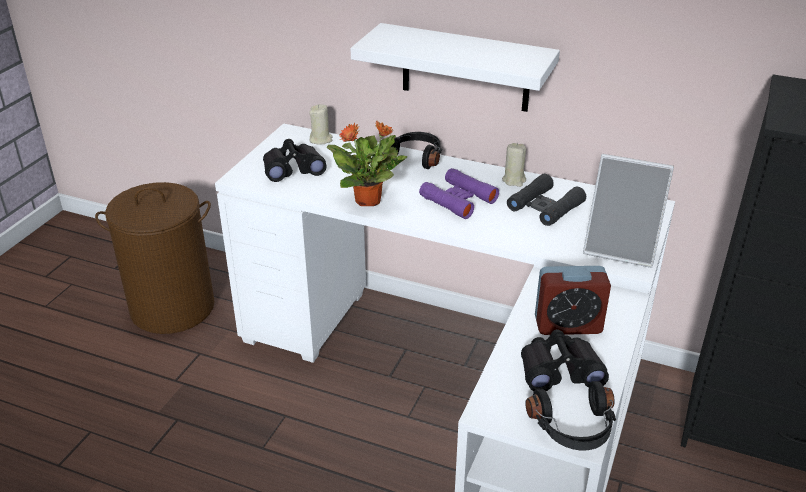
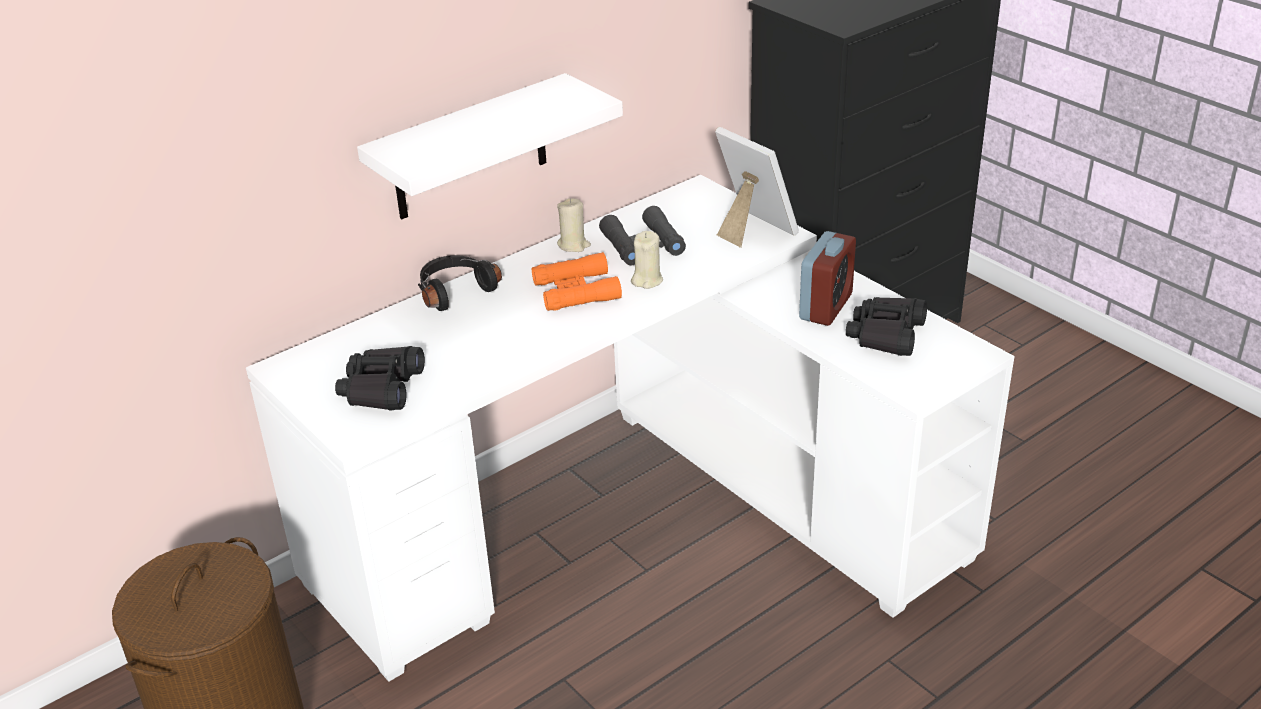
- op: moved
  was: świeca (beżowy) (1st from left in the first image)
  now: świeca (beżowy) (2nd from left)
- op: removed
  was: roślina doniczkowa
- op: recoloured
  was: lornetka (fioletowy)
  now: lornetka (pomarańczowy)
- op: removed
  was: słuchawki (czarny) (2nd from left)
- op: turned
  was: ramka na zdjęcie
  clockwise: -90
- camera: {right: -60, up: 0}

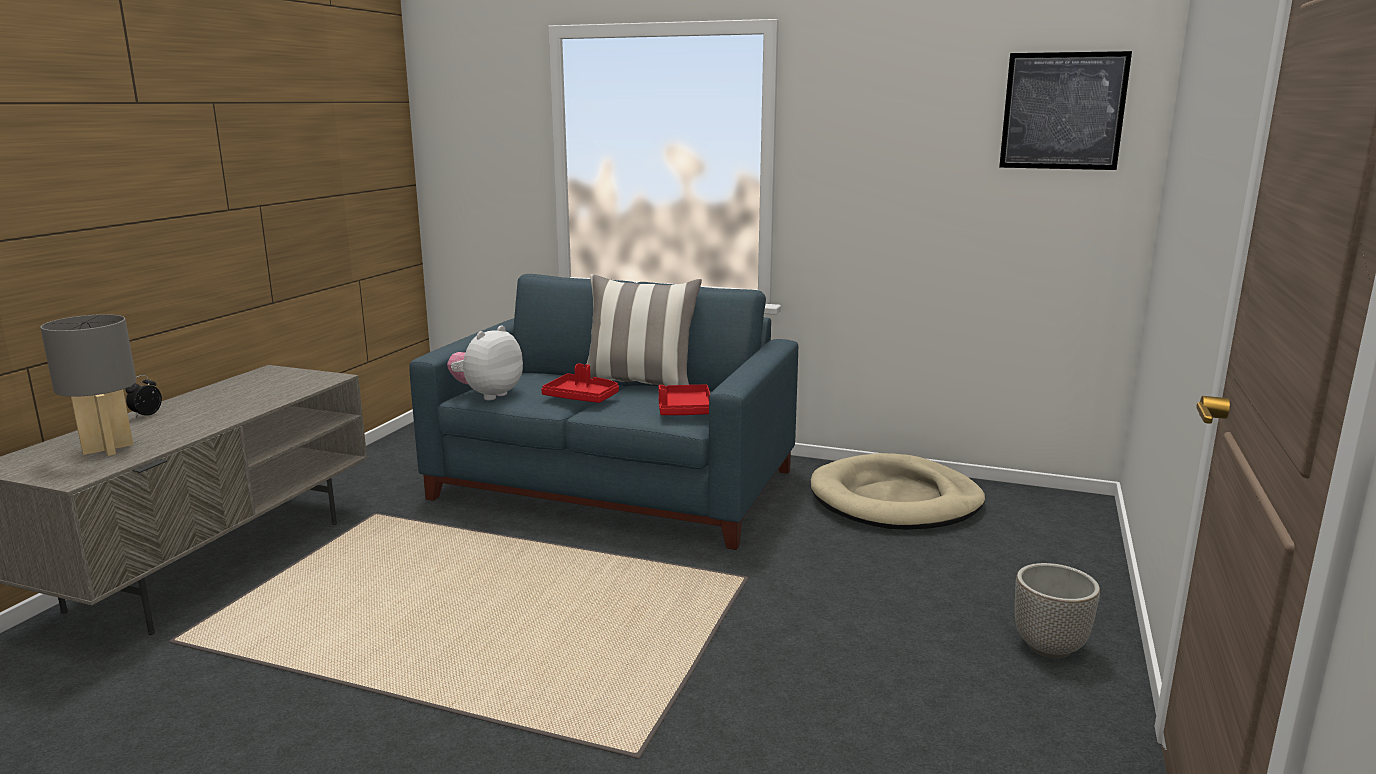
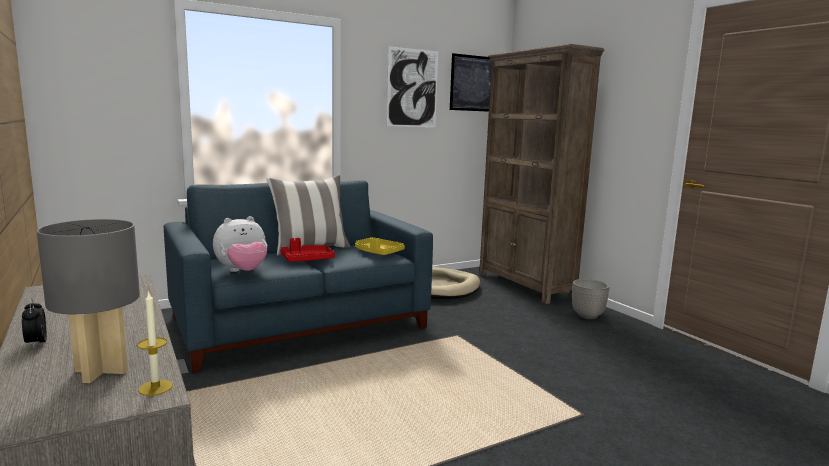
- op: turned
  was: pluszak
  clockwise: -105
- op: recoloured
  was: taca (czerwony) (2nd from left)
  now: taca (żółty)
- op: added
  now: świeca
- op: added
  now: obraz (1st from left)
- op: added
  now: regał (brązowy)
- camera: {right: -50, up: -5}

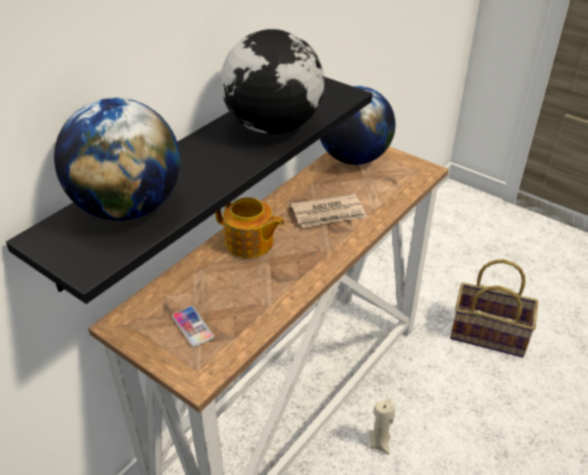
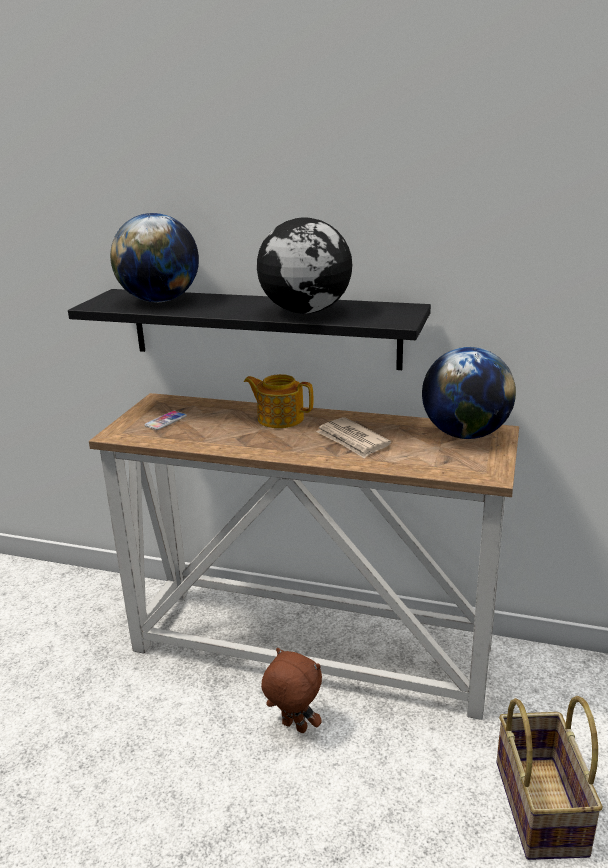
- op: turned
  was: imbryk
  clockwise: 105
- op: replaced
  was: świeca (beżowy)
  now: pluszak (brązowy)
- camera: {right: 70, up: -15}

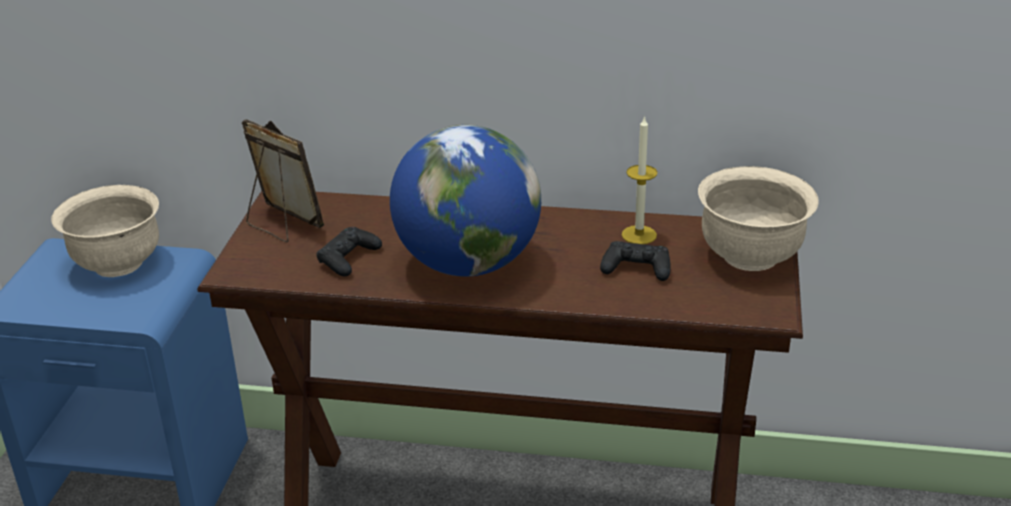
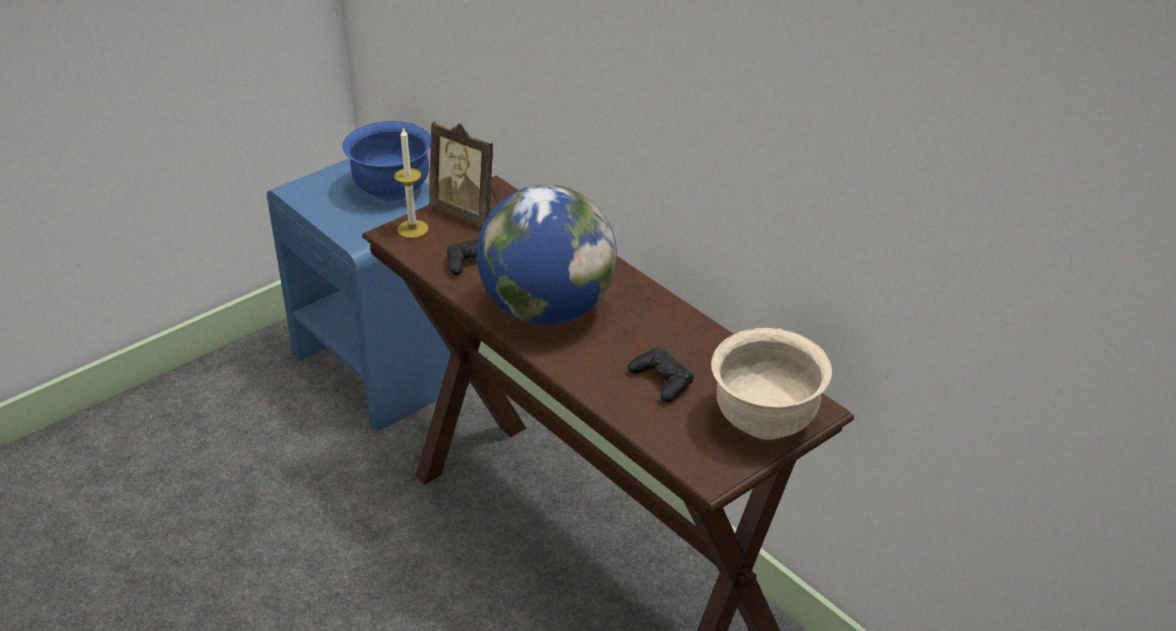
- op: recoloured
  was: miska (beżowy) (1st from left)
  now: miska (niebieski)
- op: turned
  was: ramka na zdjęcie
  clockwise: 135
- op: moved
  was: świeca
- camera: {right: 40, up: 5}

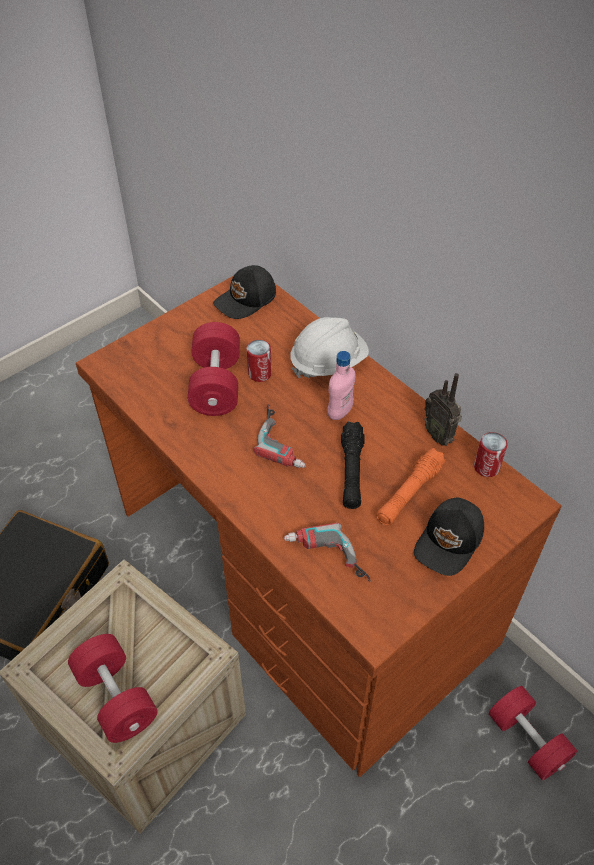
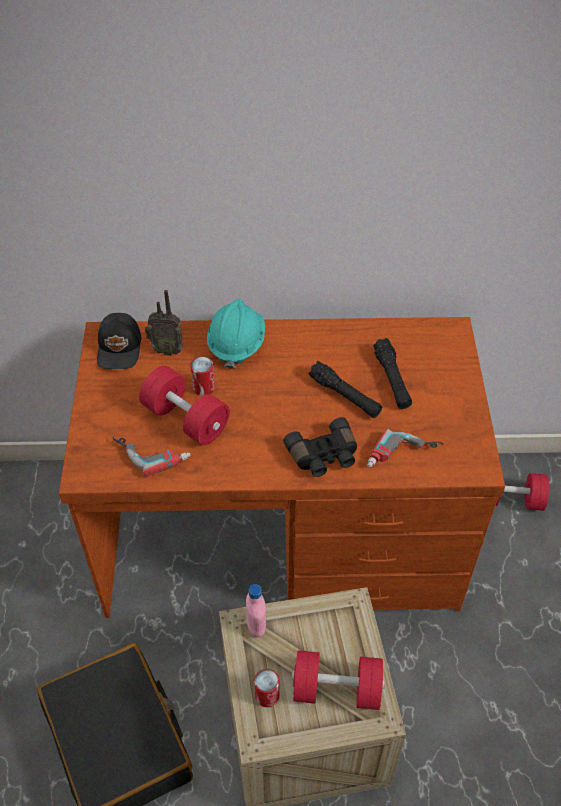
- op: moved
  was: wiertarka (1st from left)
- op: recoloured
  was: kask (biały)
  now: kask (turkusowy)
- op: moved
  was: butelka (różowy)
- op: recoloured
  was: latarka (pomarańczowy)
  now: latarka (czarny) (2nd from left)
- op: removed
  was: czapka z daszkiem (czarny) (2nd from left)
- op: moved
  was: radio
- op: moved
  was: puszka (2nd from left)
- op: added
  now: lornetka (czarny)
- camera: {right: -50, up: 0}

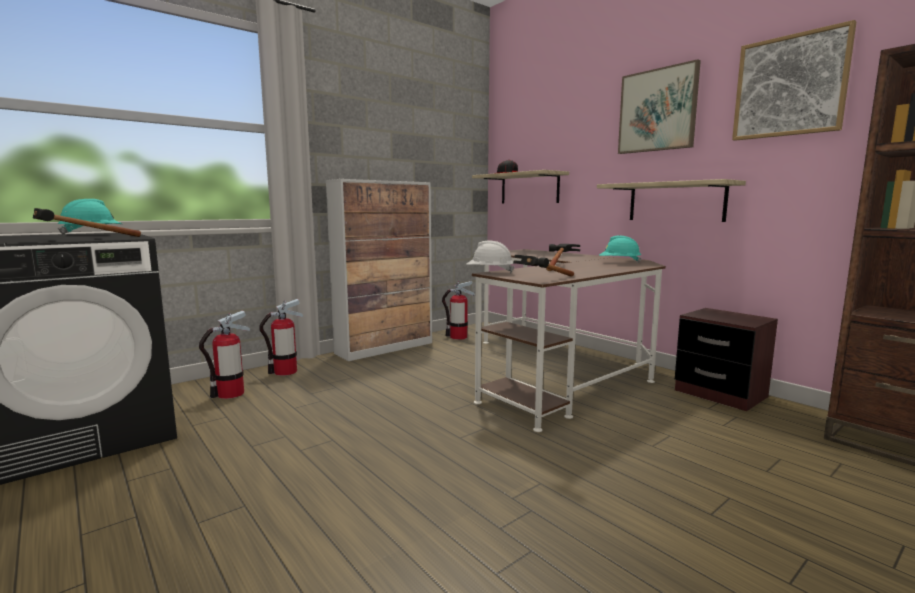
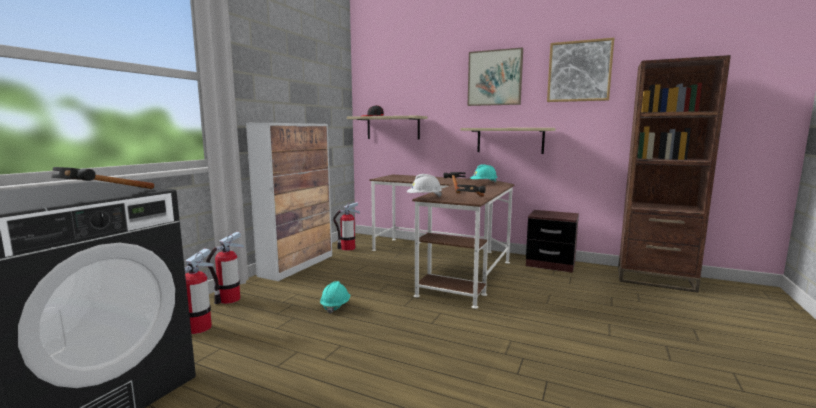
- op: moved
  was: kask (turkusowy) (1st from left)
- camera: {right: -25, up: 0}

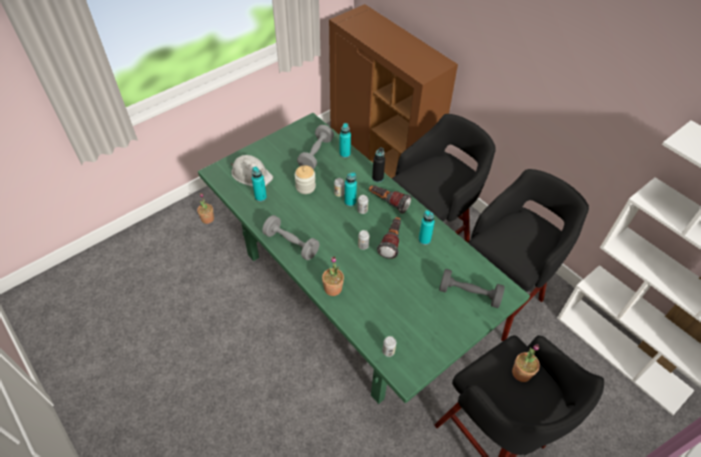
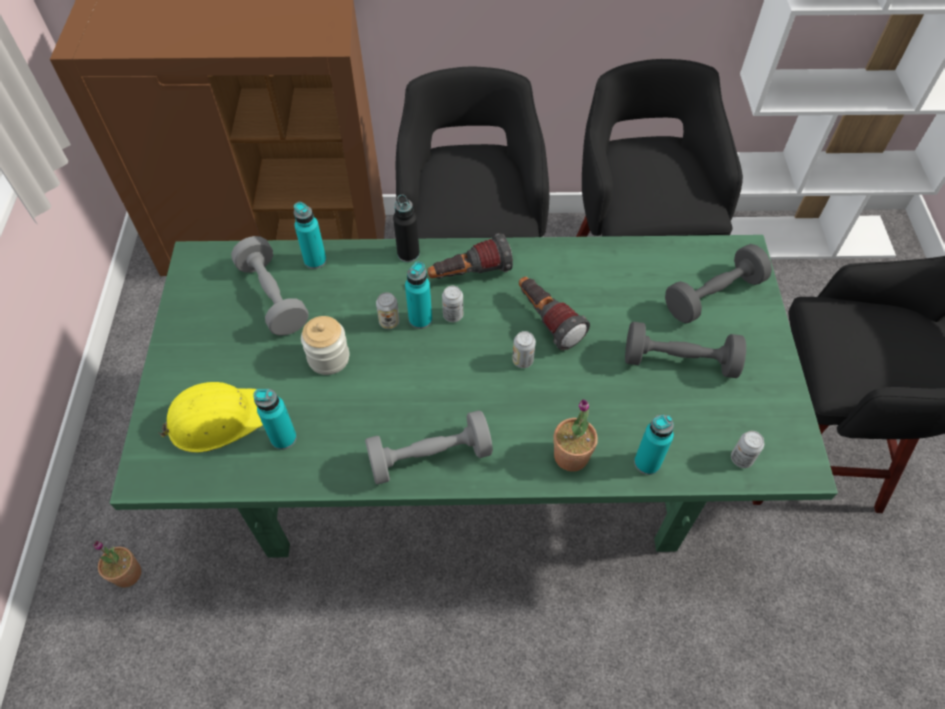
- op: recoloured
  was: kask (biały)
  now: kask (żółty)
- op: moved
  was: butelka (turkusowy) (4th from left)
- op: removed
  was: roślina doniczkowa (3rd from left)
- op: added
  now: hantel (szary) (3rd from left)
- camera: {right: -50, up: 5}

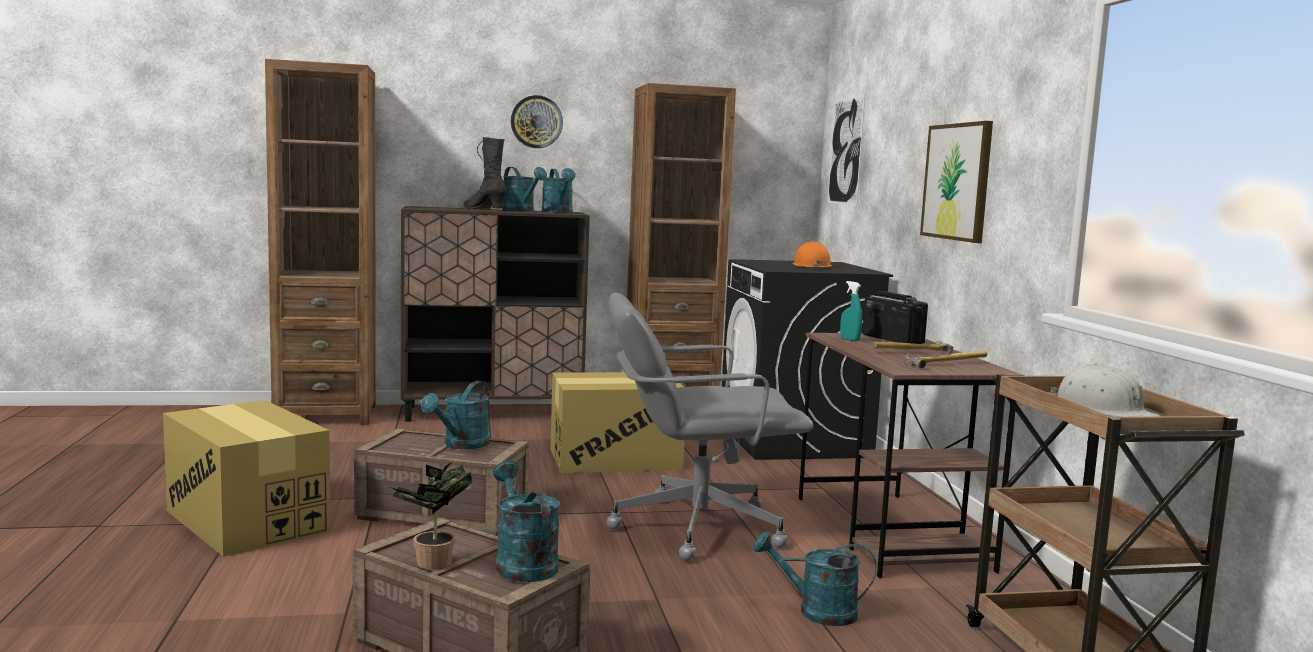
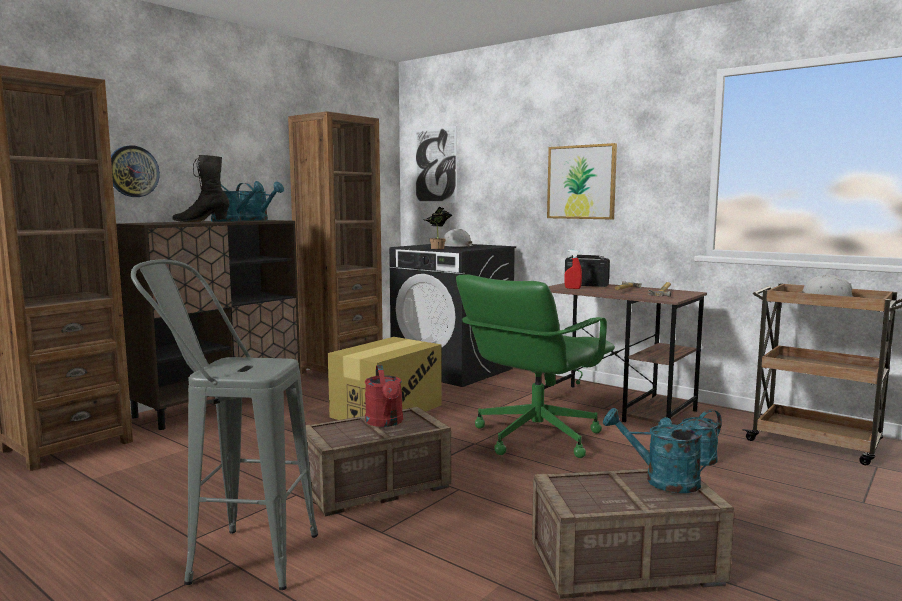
- op: replaced
  was: karton (1st from left)
  now: stołek (szary)
- op: moved
  was: roślina doniczkowa
- op: recoloured
  was: konewka (turkusowy) (1st from left)
  now: konewka (czerwony)
- op: moved
  was: zegar ścienny
- op: recoloured
  was: krzesło biurowe (szary)
  now: krzesło biurowe (zielony)
- op: recoloured
  was: kask (pomarańczowy)
  now: kask (biały) (1st from left)
- op: recoloured
  was: spryskiwacz (turkusowy)
  now: spryskiwacz (czerwony)
- camera: {right: -40, up: 0}

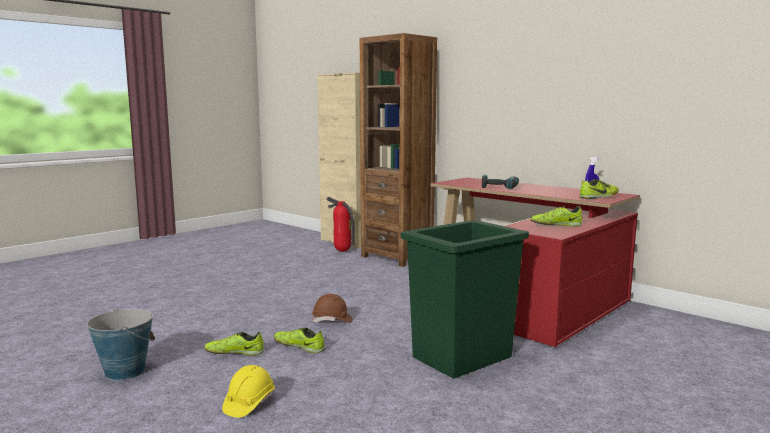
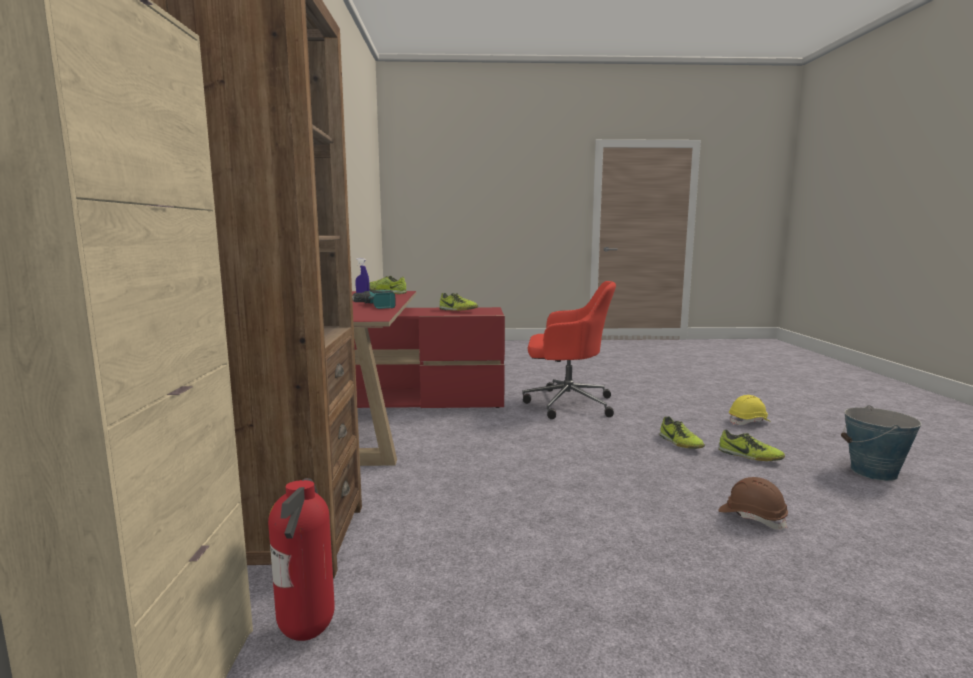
- op: moved
  was: kask (brązowy)
- op: replaced
  was: kosz na śmieci (zielony)
  now: krzesło biurowe (czerwony)
- camera: {right: -135, up: 0}

